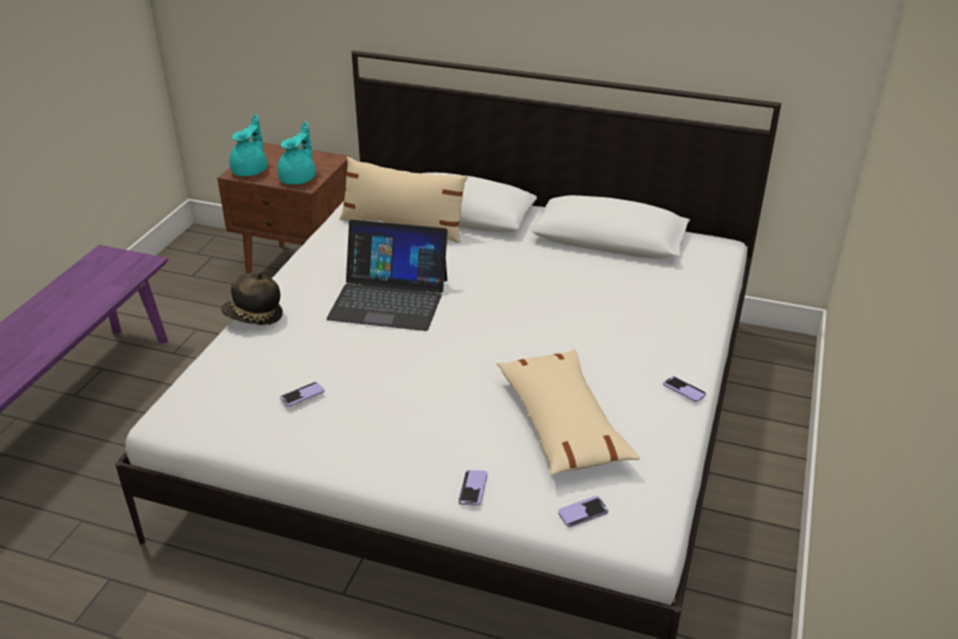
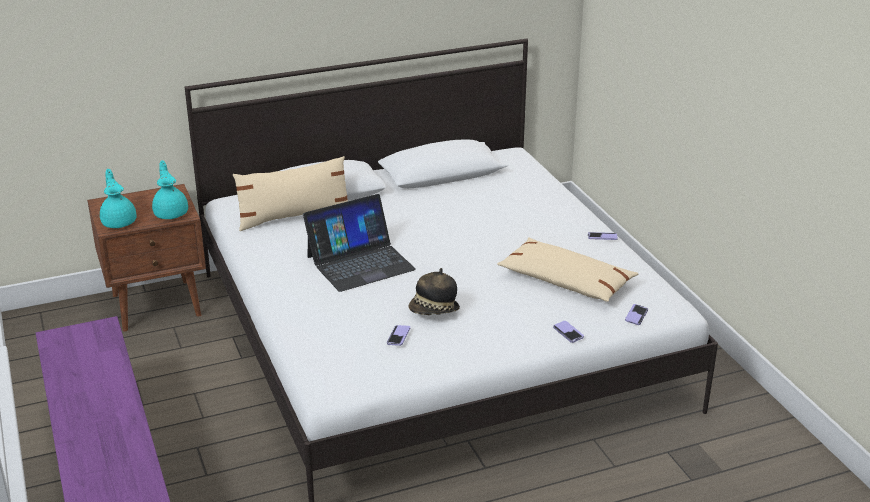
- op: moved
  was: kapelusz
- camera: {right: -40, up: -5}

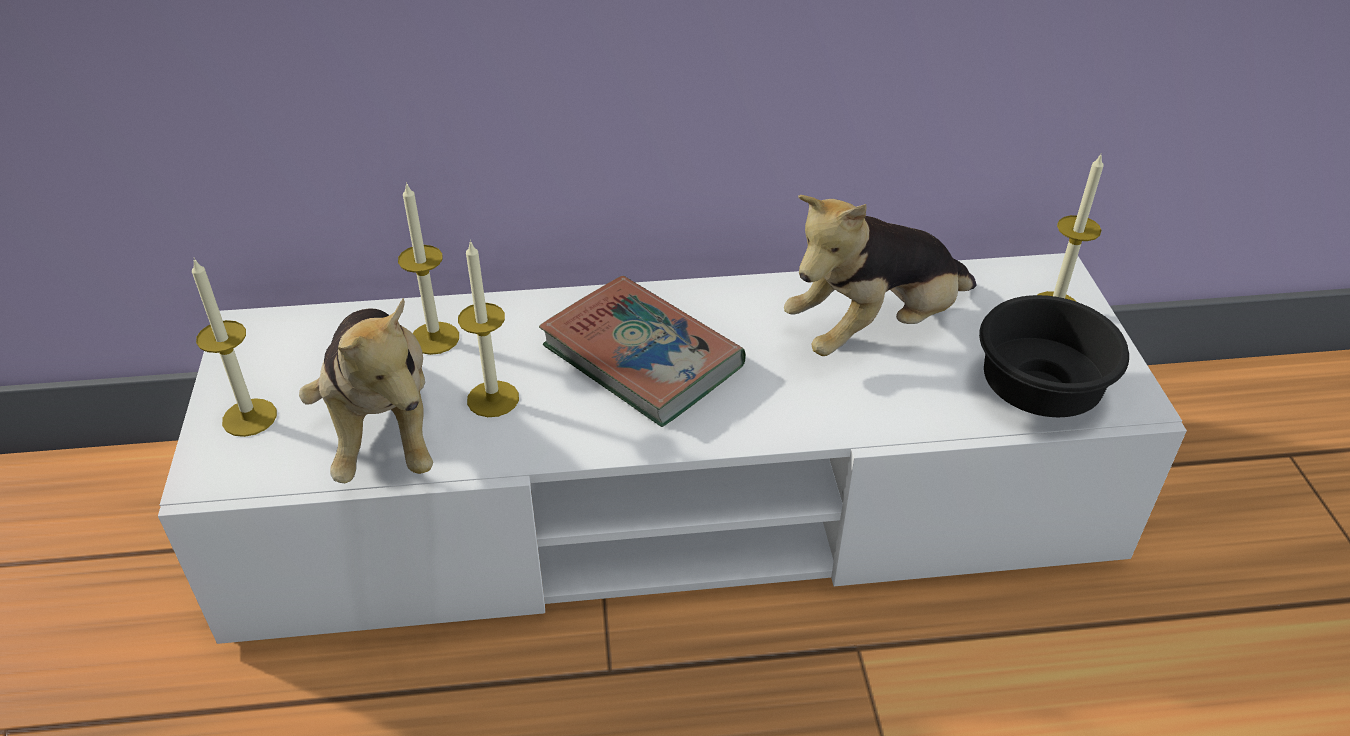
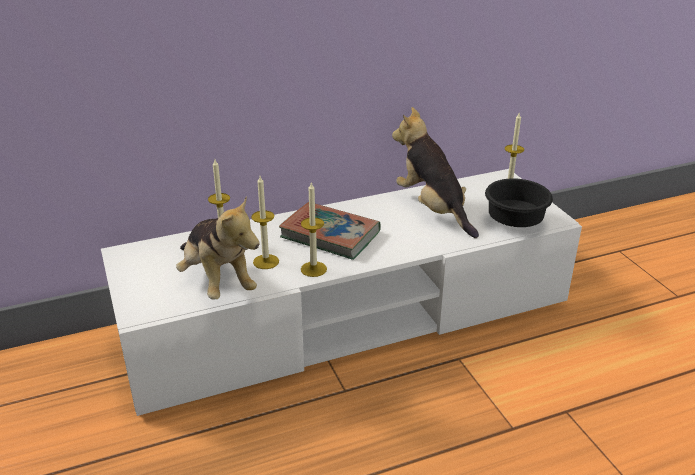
- op: moved
  was: świeca (1st from left in the first image)
  now: świeca (3rd from left)
- op: turned
  was: pluszak (2nd from left)
  clockwise: 105
- camera: {right: -15, up: -10}

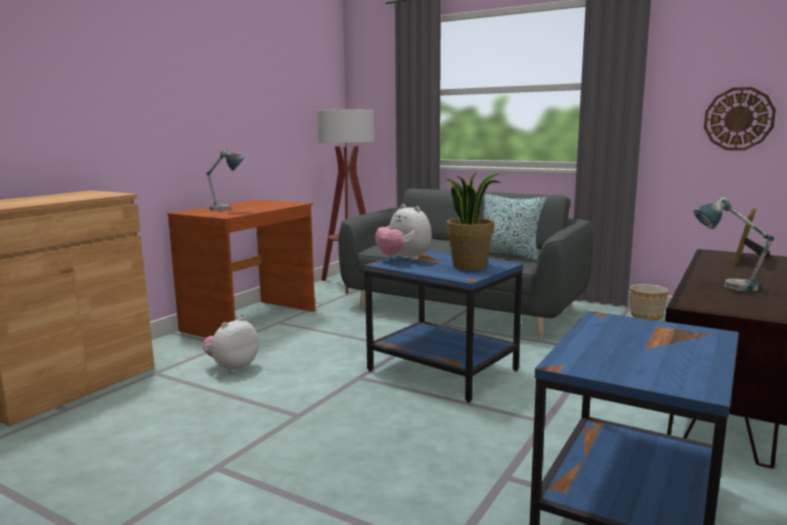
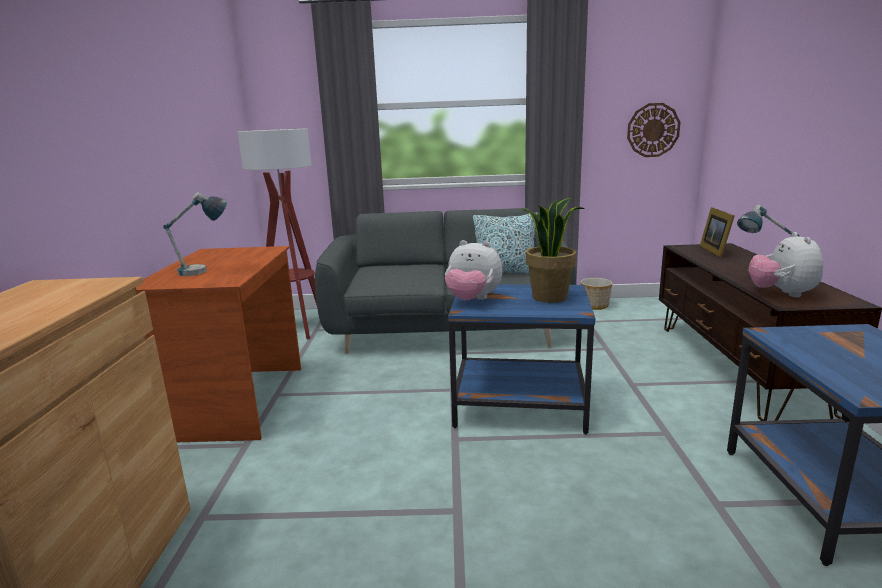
- op: moved
  was: pluszak (1st from left in the first image)
  now: pluszak (2nd from left)
- camera: {right: -30, up: 5}

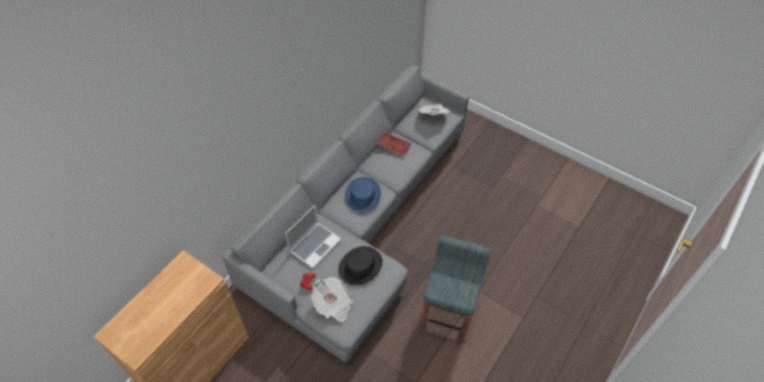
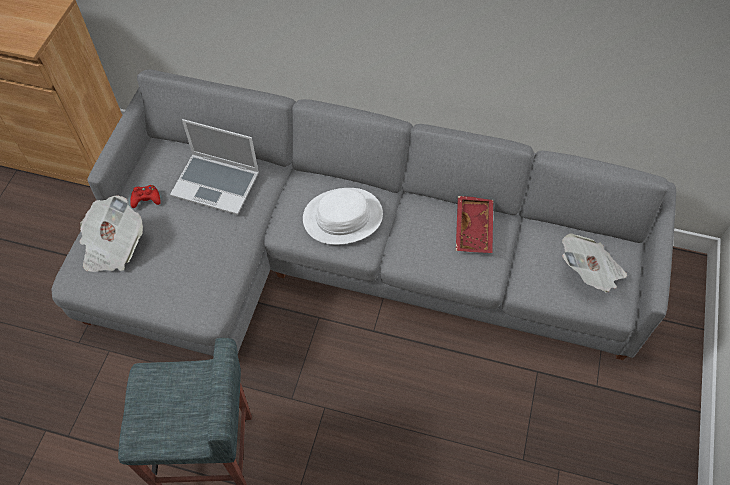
- op: removed
  was: kapelusz (czarny)
- op: recoloured
  was: kapelusz (niebieski)
  now: kapelusz (biały)
- camera: {right: 70, up: 5}

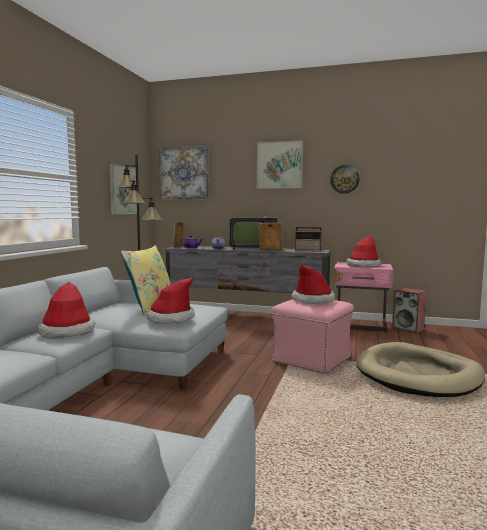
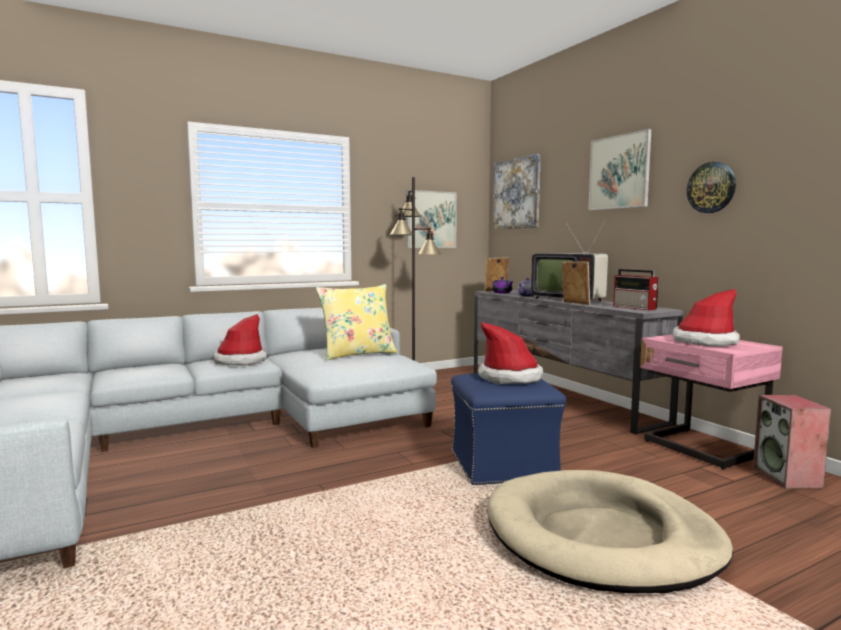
- op: removed
  was: kapelusz (2nd from left)
- op: recoloured
  was: pufa (różowy)
  now: pufa (niebieski)
- camera: {right: 45, up: 0}

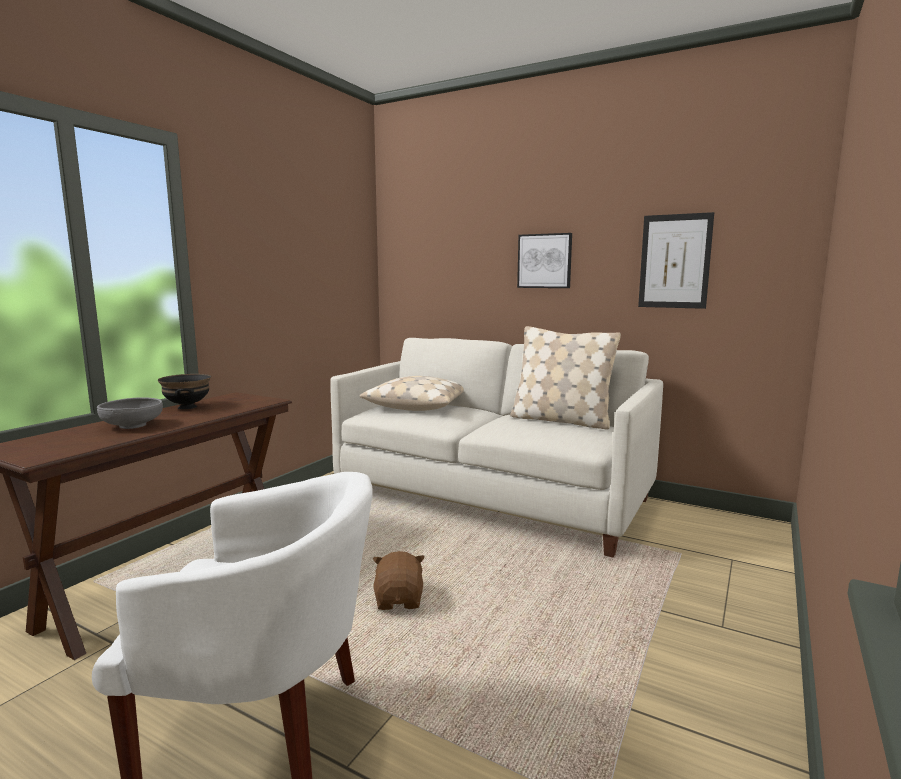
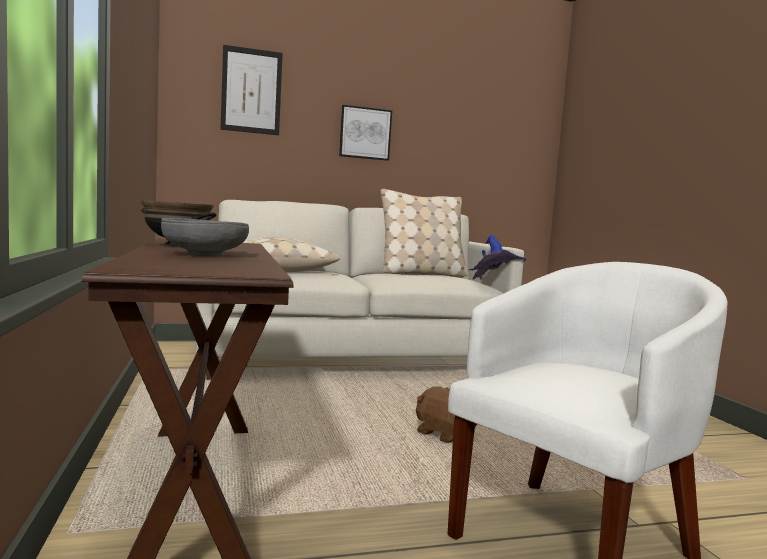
- op: moved
  was: obraz (2nd from left in the first image)
  now: obraz (1st from left)
- op: added
  now: kapelusz (niebieski)
- camera: {right: -45, up: -5}

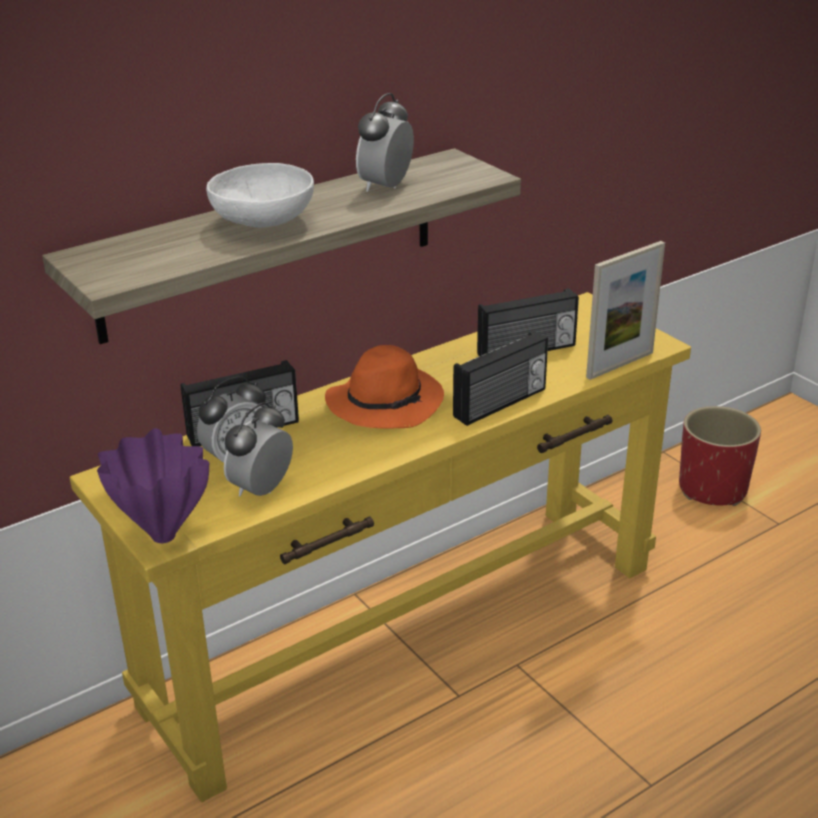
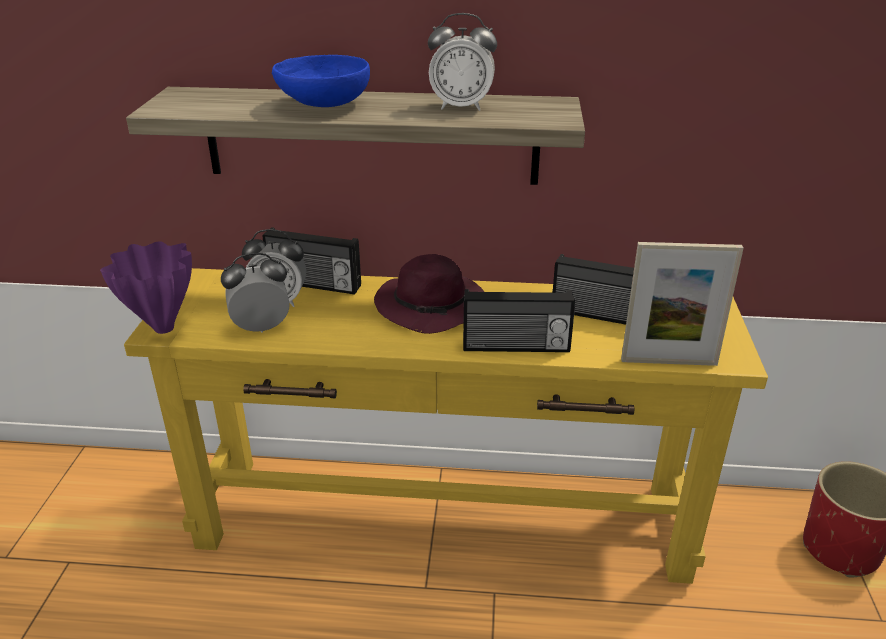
- op: recoloured
  was: miska (biały)
  now: miska (niebieski)
- op: recoloured
  was: kapelusz (pomarańczowy)
  now: kapelusz (fioletowy)
- op: turned
  was: budzik (3rd from left)
  clockwise: -150
- camera: {right: 40, up: 0}

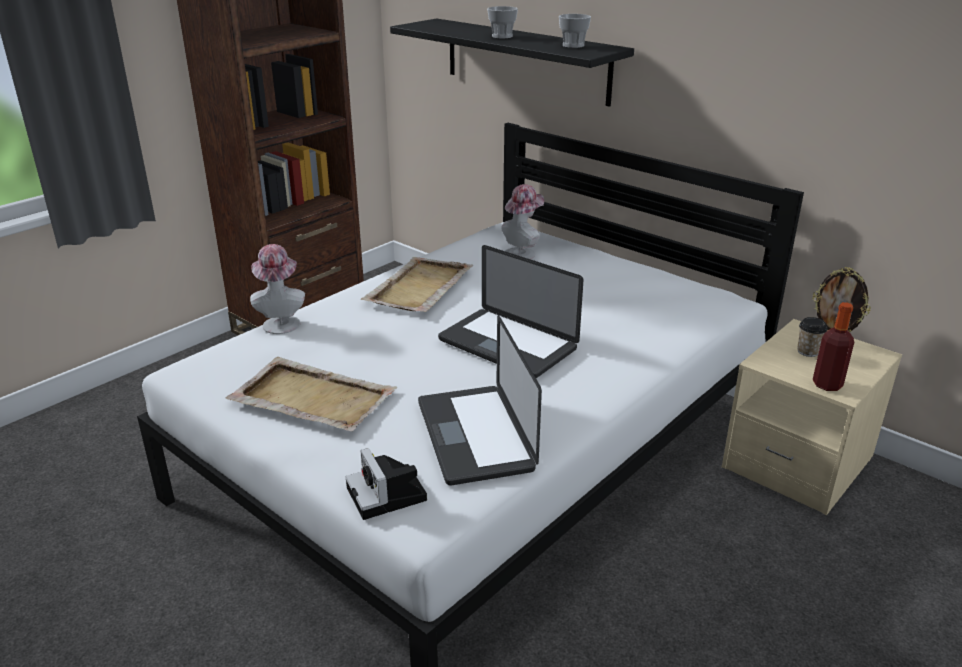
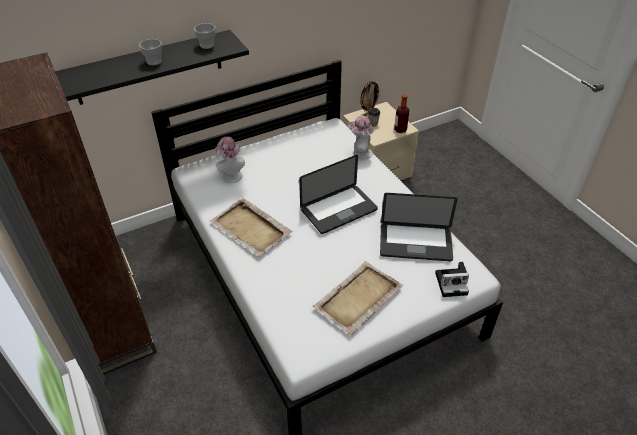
- op: moved
  was: kapelusz (1st from left in the first image)
  now: kapelusz (2nd from left)
- camera: {right: -70, up: 15}

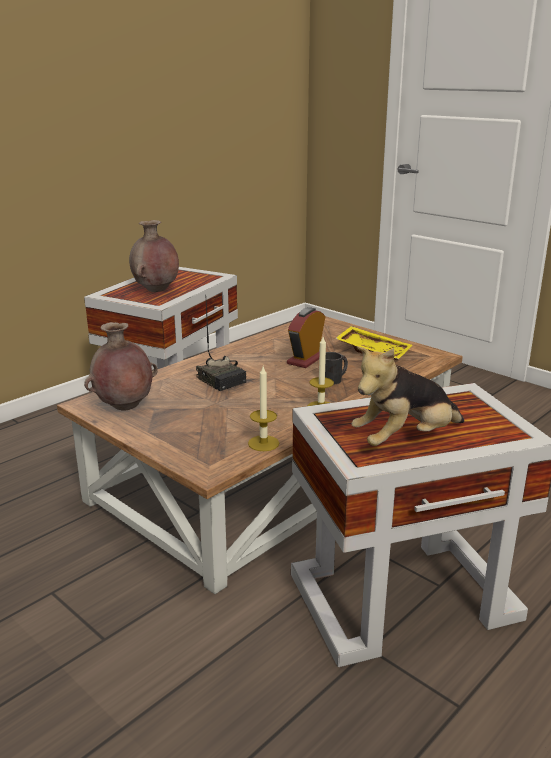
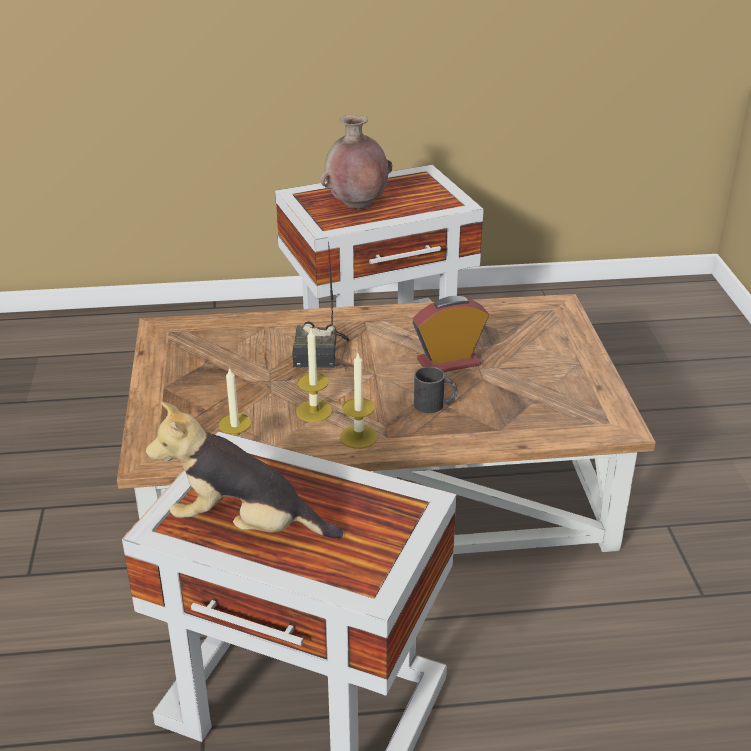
- op: removed
  was: wazon (brązowy) (1st from left)
- op: removed
  was: taca (żółty)
- op: added
  now: świeca (2nd from left)
- camera: {right: 40, up: 10}

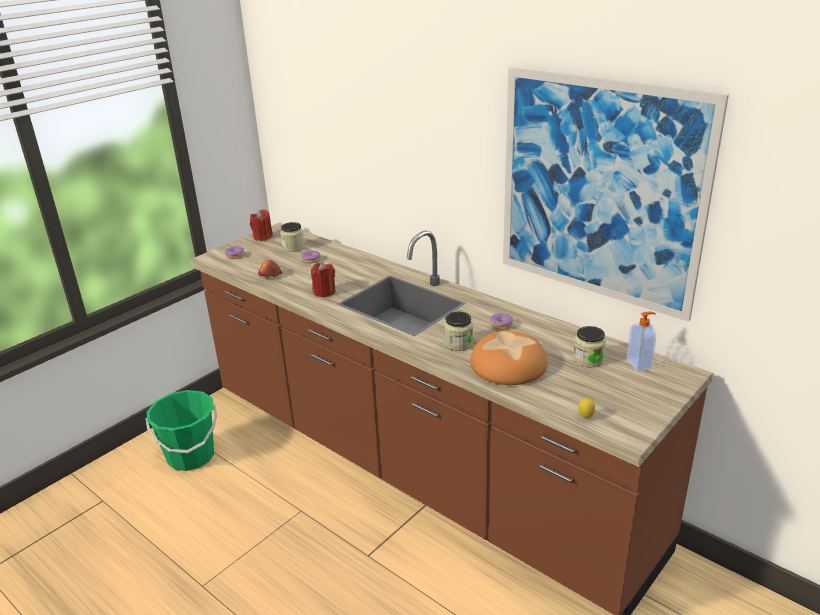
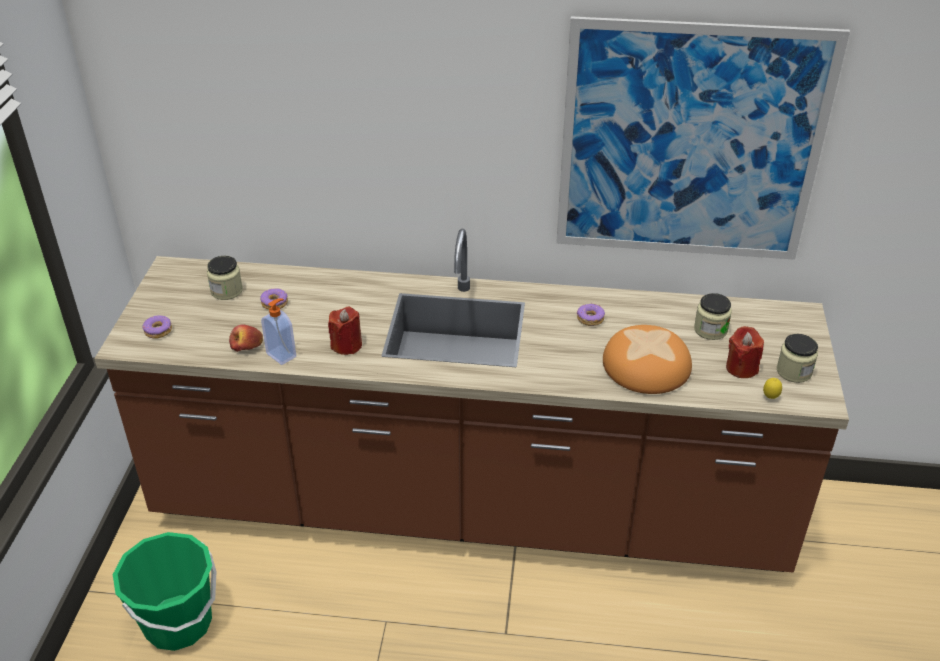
- op: moved
  was: świeca (czerwony) (1st from left in the first image)
  now: świeca (czerwony) (2nd from left)
- op: moved
  was: słoik (2nd from left in the first image)
  now: słoik (3rd from left)
- op: moved
  was: dozownik mydła
- camera: {right: -35, up: 10}

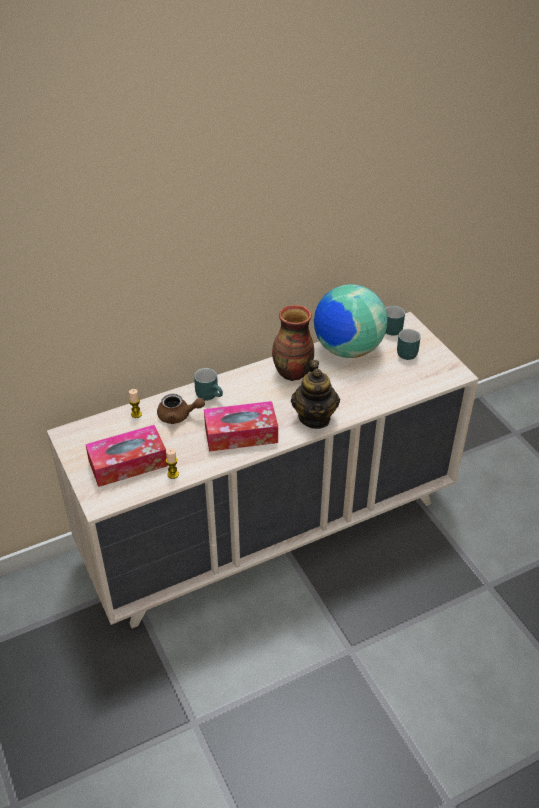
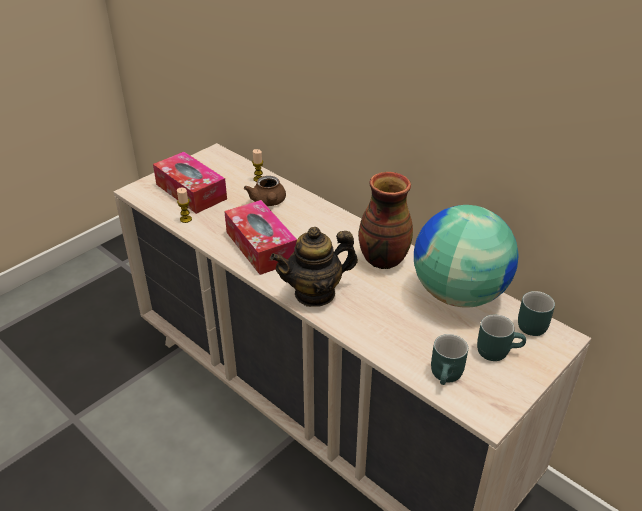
- op: moved
  was: kubek (turkusowy) (1st from left)
- camera: {right: 70, up: -5}

